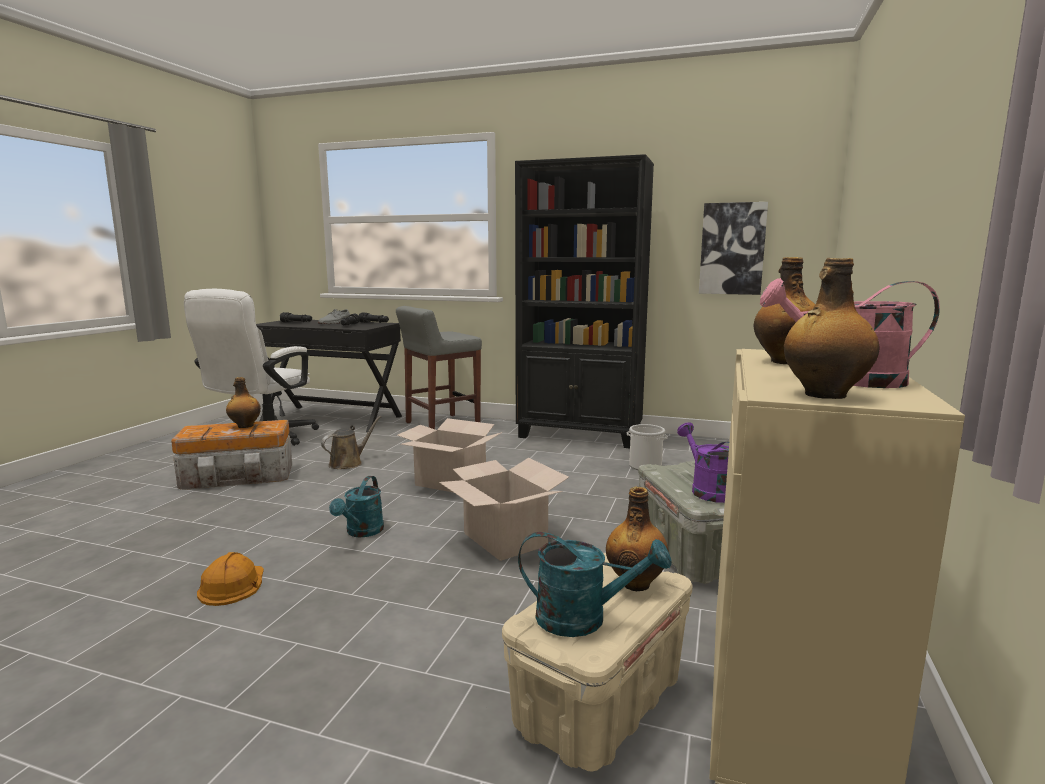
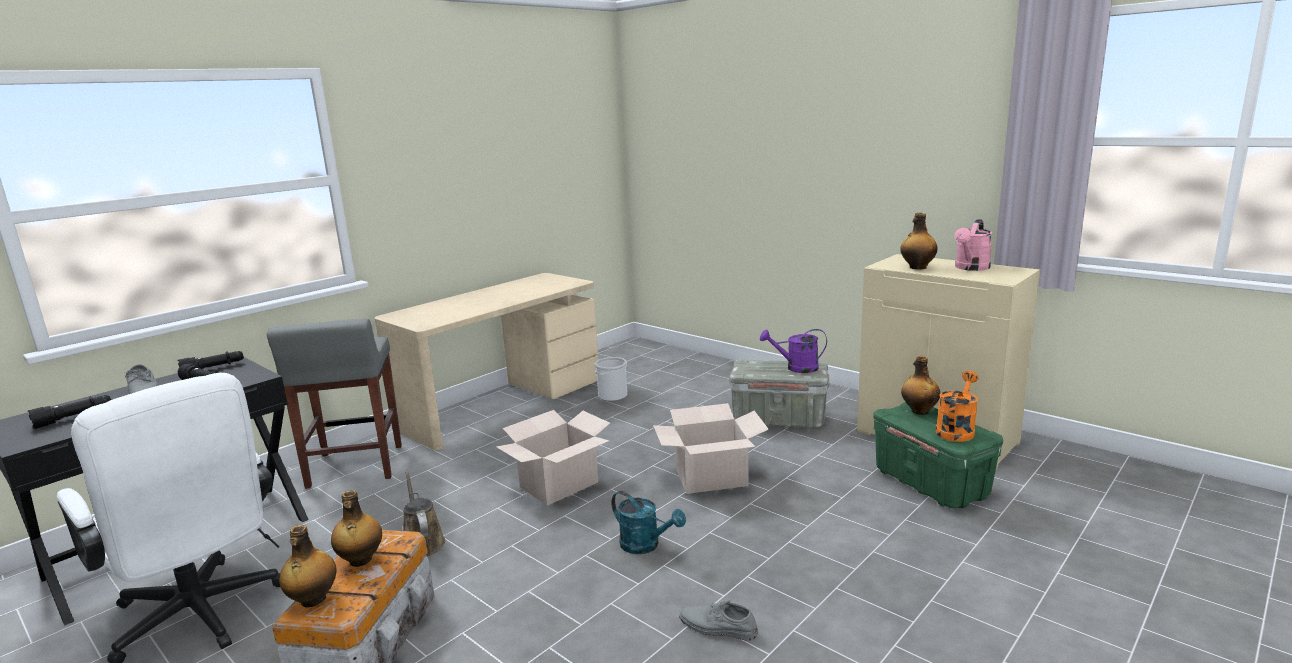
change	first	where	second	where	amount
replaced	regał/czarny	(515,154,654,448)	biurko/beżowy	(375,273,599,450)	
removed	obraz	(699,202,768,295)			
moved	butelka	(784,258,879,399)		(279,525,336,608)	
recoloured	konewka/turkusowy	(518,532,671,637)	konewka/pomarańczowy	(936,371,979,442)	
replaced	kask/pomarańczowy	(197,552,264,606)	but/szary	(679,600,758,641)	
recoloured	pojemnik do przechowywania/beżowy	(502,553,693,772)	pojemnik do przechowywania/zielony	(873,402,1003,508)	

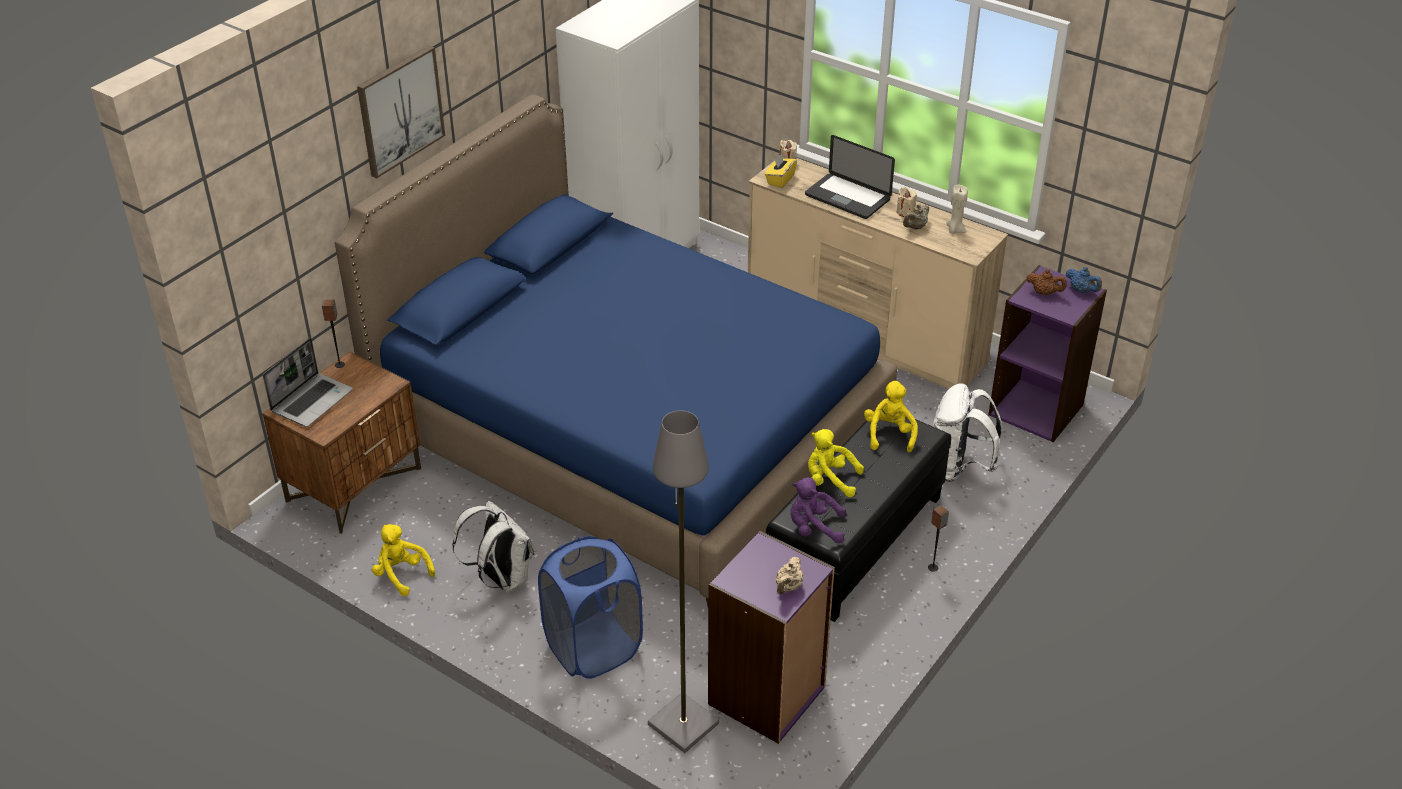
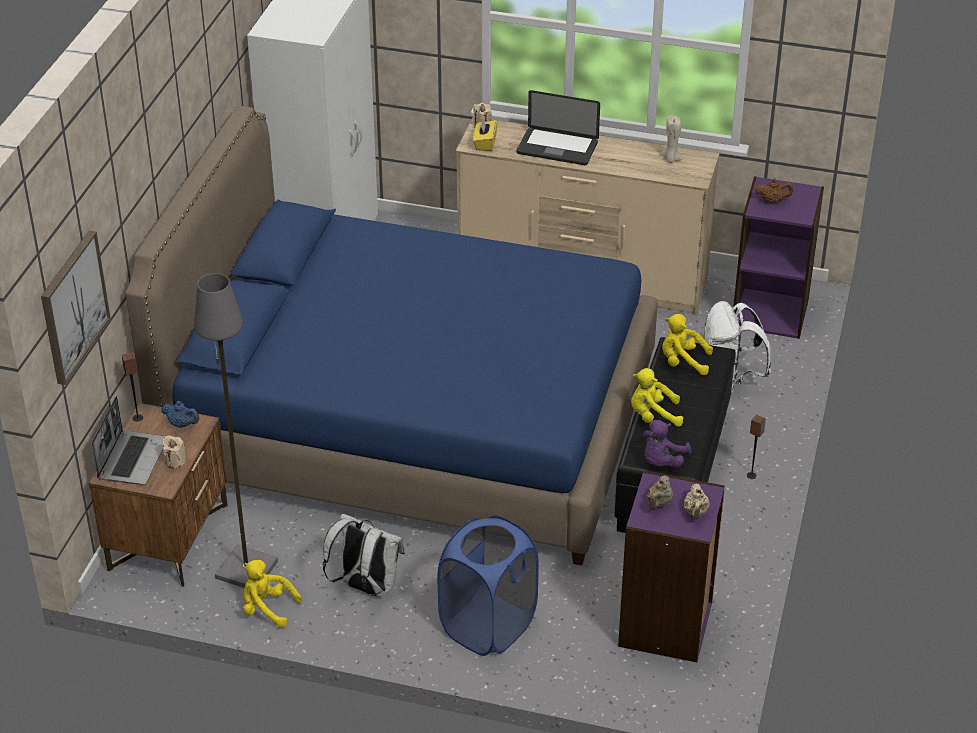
change	first	where	second	where	amount
moved	obraz	(357,46,445,178)		(41,230,110,385)	
moved	świeca/beżowy	(896,187,917,217)		(162,435,186,468)	
moved	imbryk/beżowy	(903,204,929,229)		(647,475,673,509)	
moved	imbryk/niebieski	(1066,267,1102,293)		(161,401,199,428)	
turned	pluszak/żółty	(864,381,918,452)		(662,314,713,375)	60 degrees counterclockwise
moved	lampa stojąca/szary	(648,410,719,753)		(194,273,278,588)	
turned	pluszak/fioletowy	(790,477,846,544)		(643,420,692,467)	45 degrees counterclockwise

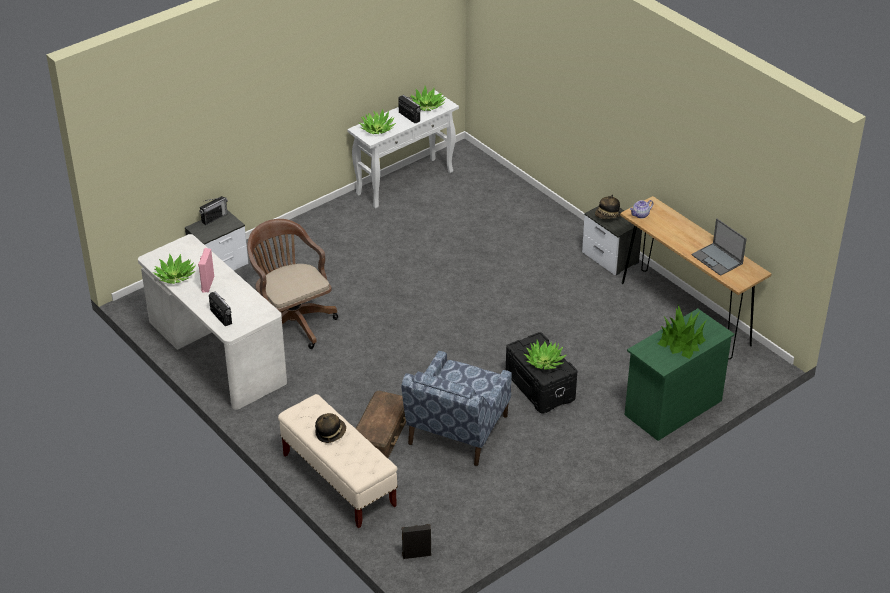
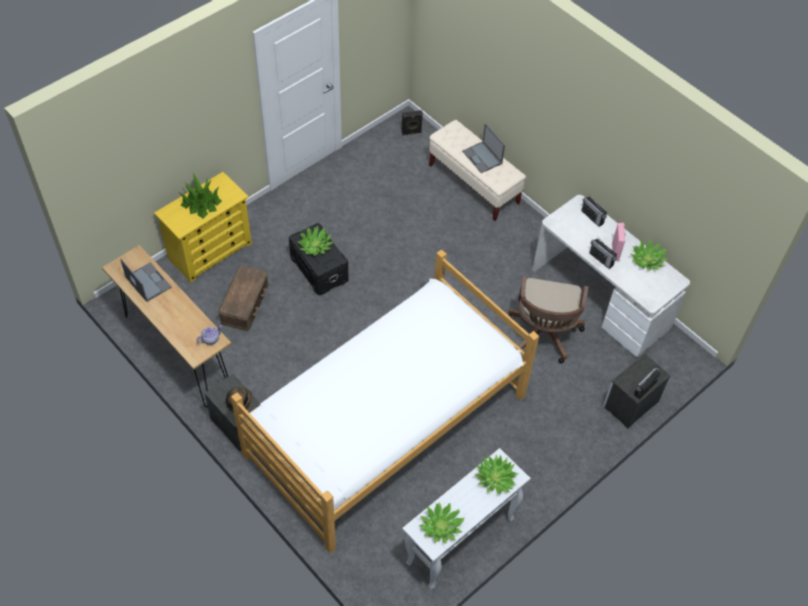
change	first	where	second	where	amount
moved	radio	(398,95,421,123)		(589,238,617,269)	
turned	krzesło biurowe/brązowy	(247,219,338,349)		(508,276,588,363)	45 degrees clockwise
recoloured	komoda/zielony	(625,308,734,441)	komoda/żółty	(154,172,252,282)	
removed	fotel/niebieski	(401,351,512,466)			
moved	pojemnik do przechowywania/brązowy	(356,391,406,458)		(218,266,269,331)	
replaced	kapelusz	(315,413,346,443)	laptop	(462,124,505,173)	
added			łóżko	(231,249,539,553)	

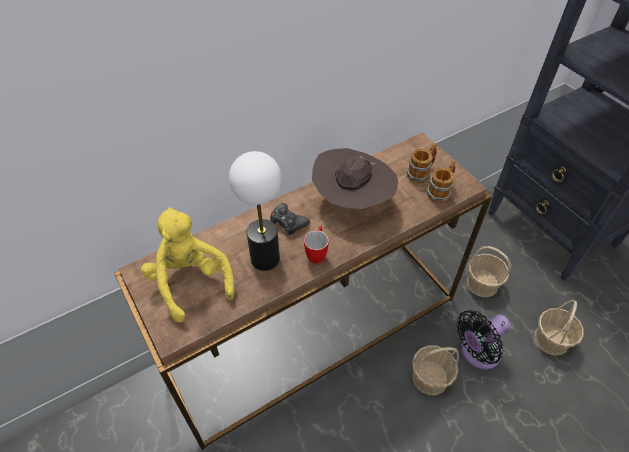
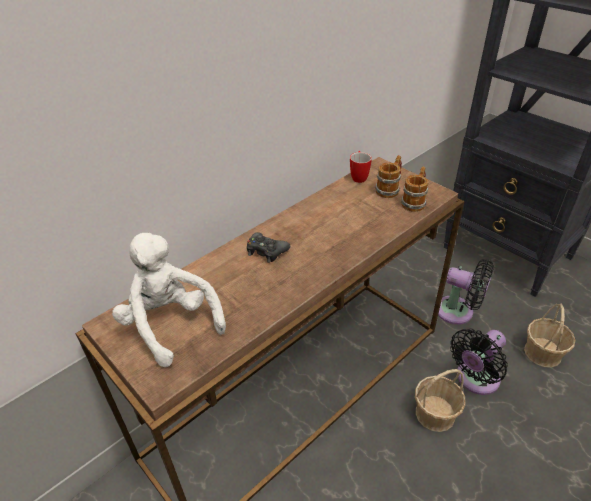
change	first	where	second	where	amount
removed	kapelusz/brązowy	(312,148,398,209)			
removed	lampa stołowa	(229,151,282,271)			
recoloured	pluszak/żółty	(141,207,235,322)	pluszak/biały	(112,233,226,367)	
moved	kubek	(304,226,329,264)		(350,151,372,183)	
replaced	koszyk	(467,246,512,297)	wentylator/czarny	(438,259,494,324)	

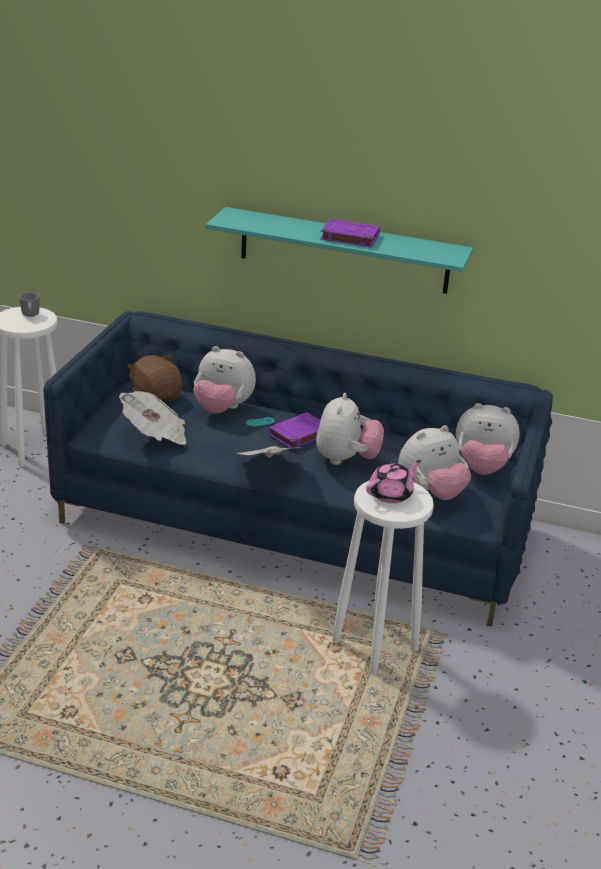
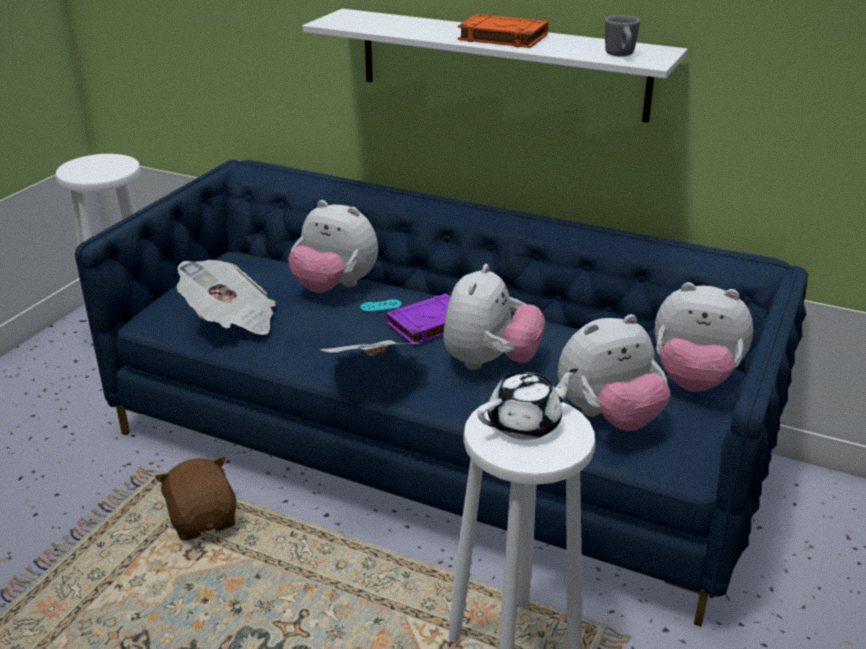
change	first	where	second	where	amount
recoloured	półka/turkusowy	(206,207,473,294)	półka/biały	(302,9,688,122)	
recoloured	książka/fioletowy	(320,219,380,247)	książka/pomarańczowy	(457,14,548,48)	
moved	kubek/szary	(19,292,40,317)		(605,15,640,56)	
moved	pluszak/brązowy	(127,355,183,401)		(155,456,237,540)	
recoloured	imbryk/różowy	(366,460,421,503)	imbryk/biały	(478,369,578,440)	

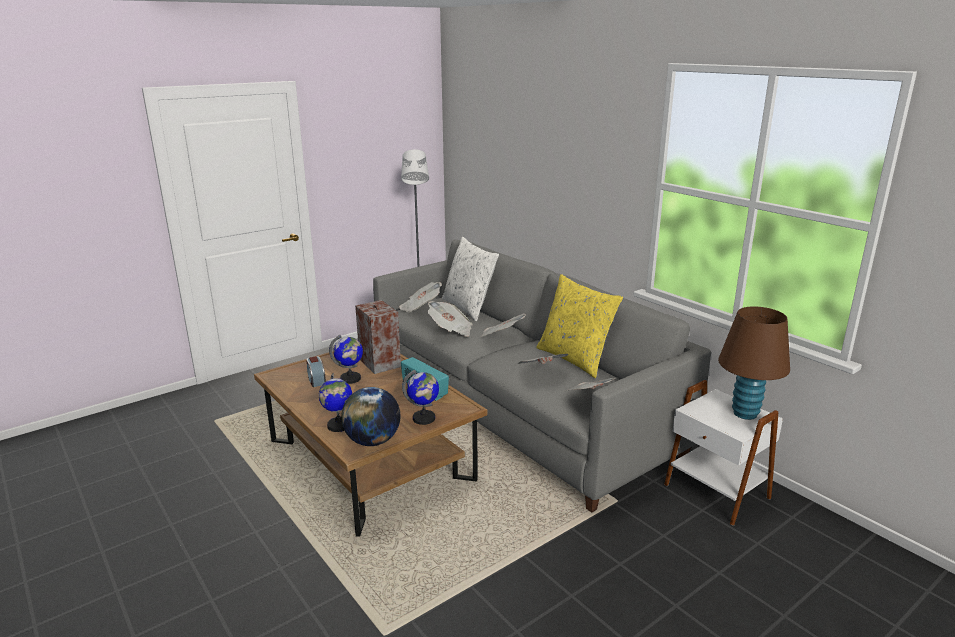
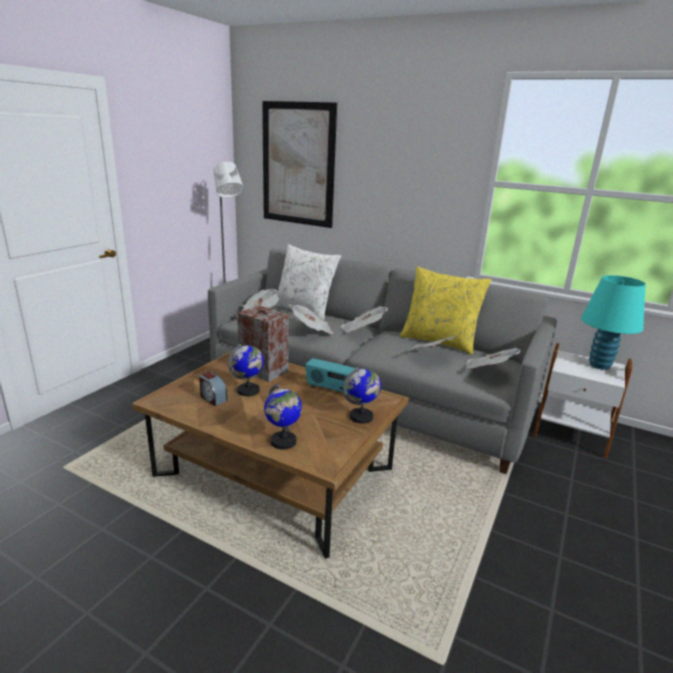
change	first	where	second	where	amount
recoloured	lampa stołowa/brązowy	(718,306,790,420)	lampa stołowa/turkusowy	(581,275,646,370)	
removed	globus	(341,387,400,446)			
added			obraz	(262,101,337,228)	

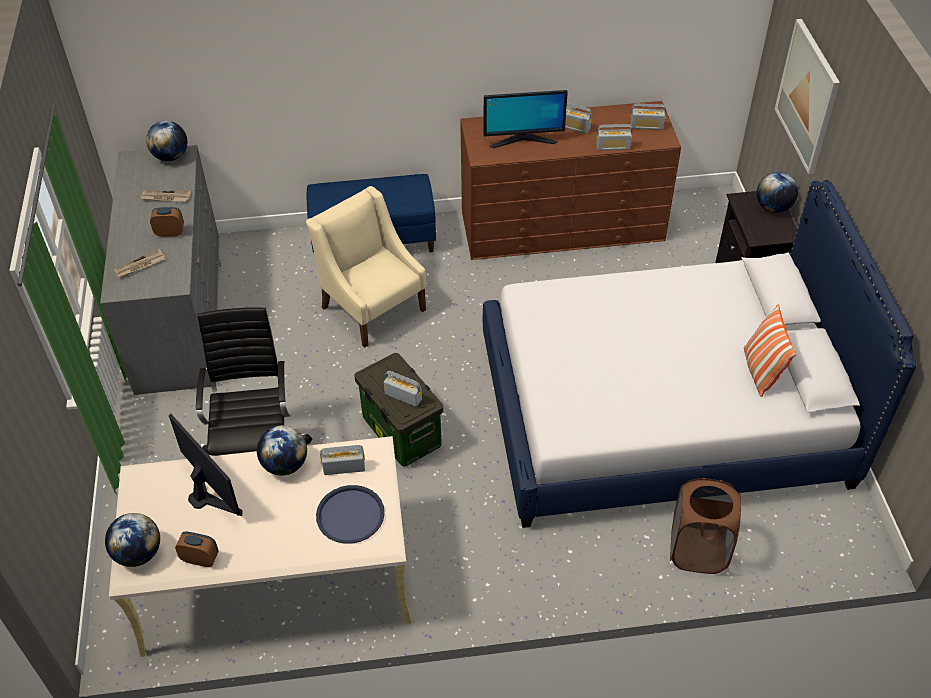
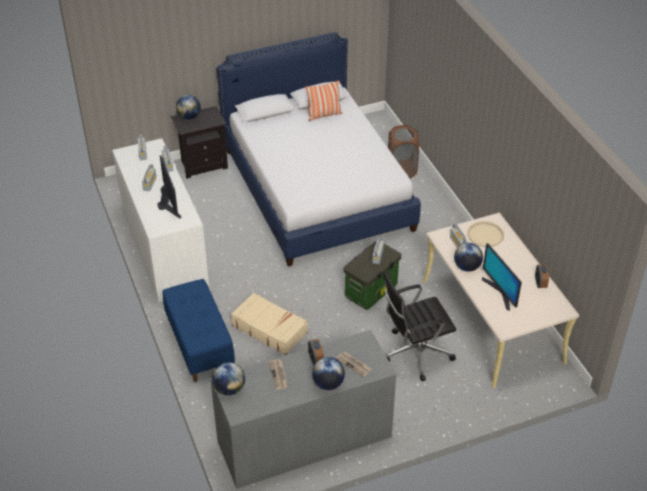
change	first	where	second	where	amount
removed	obraz	(775,19,840,174)			
recoloured	komoda/brązowy	(460,101,681,260)	komoda/biały	(112,138,210,302)	
replaced	fotel/beżowy	(306,186,426,348)	walizka/beżowy	(231,292,307,355)	
turned	monitor	(169,414,243,516)		(482,243,522,311)	60 degrees counterclockwise
recoloured	taca/niebieski	(316,485,385,544)	taca/beżowy	(467,221,504,247)	
moved	globus	(105,513,160,567)		(312,357,345,390)	

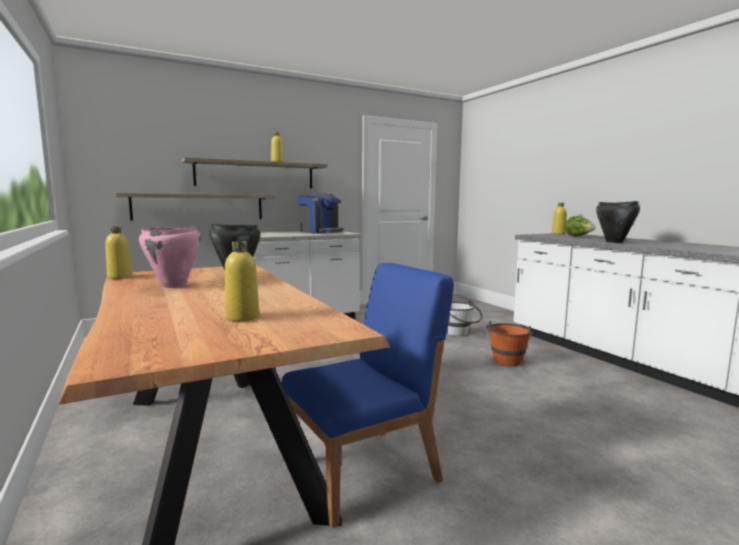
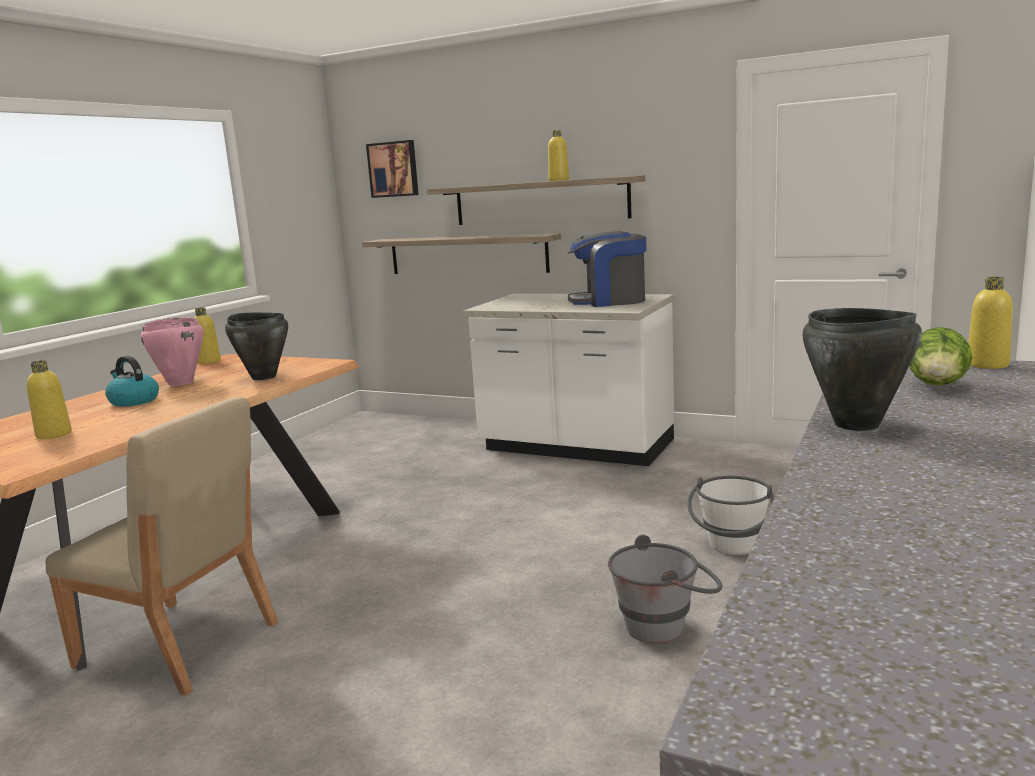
change	first	where	second	where	amount
turned	ekspres do kawy	(298,193,344,234)		(567,231,647,307)	90 degrees clockwise
recoloured	krzesło/niebieski	(282,263,454,529)	krzesło/beżowy	(46,397,278,696)	
recoloured	wiadro/pomarańczowy	(487,321,535,367)	wiadro/szary	(608,535,722,643)	
added			obraz	(366,140,419,198)	
added			czajnik	(105,356,159,407)	

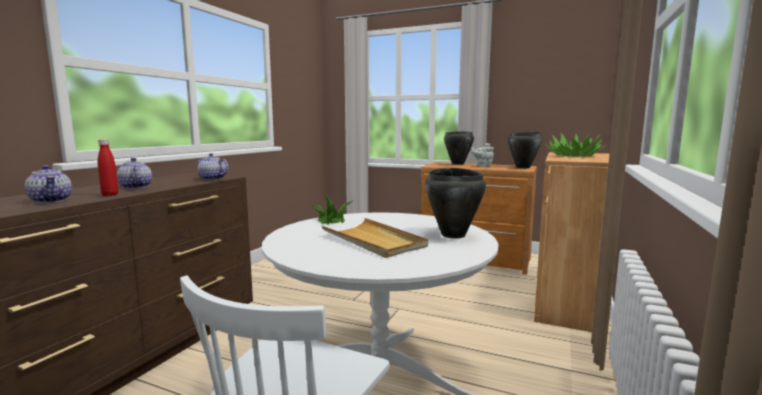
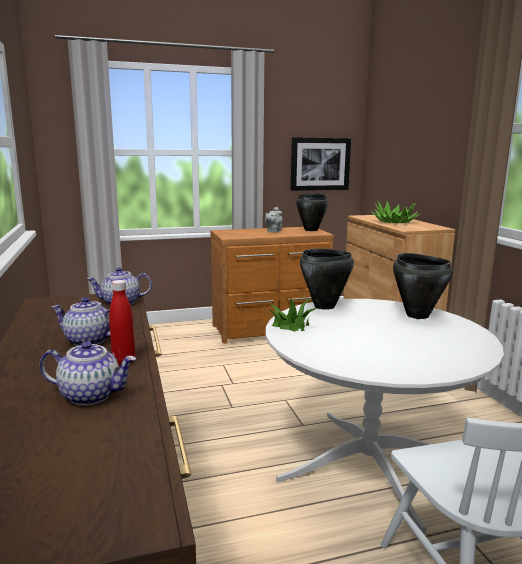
change	first	where	second	where	amount
moved	garnek/czarny	(444,131,474,165)		(300,249,354,310)	
removed	taca/beżowy	(322,218,428,258)			
added			obraz	(291,137,351,191)	

